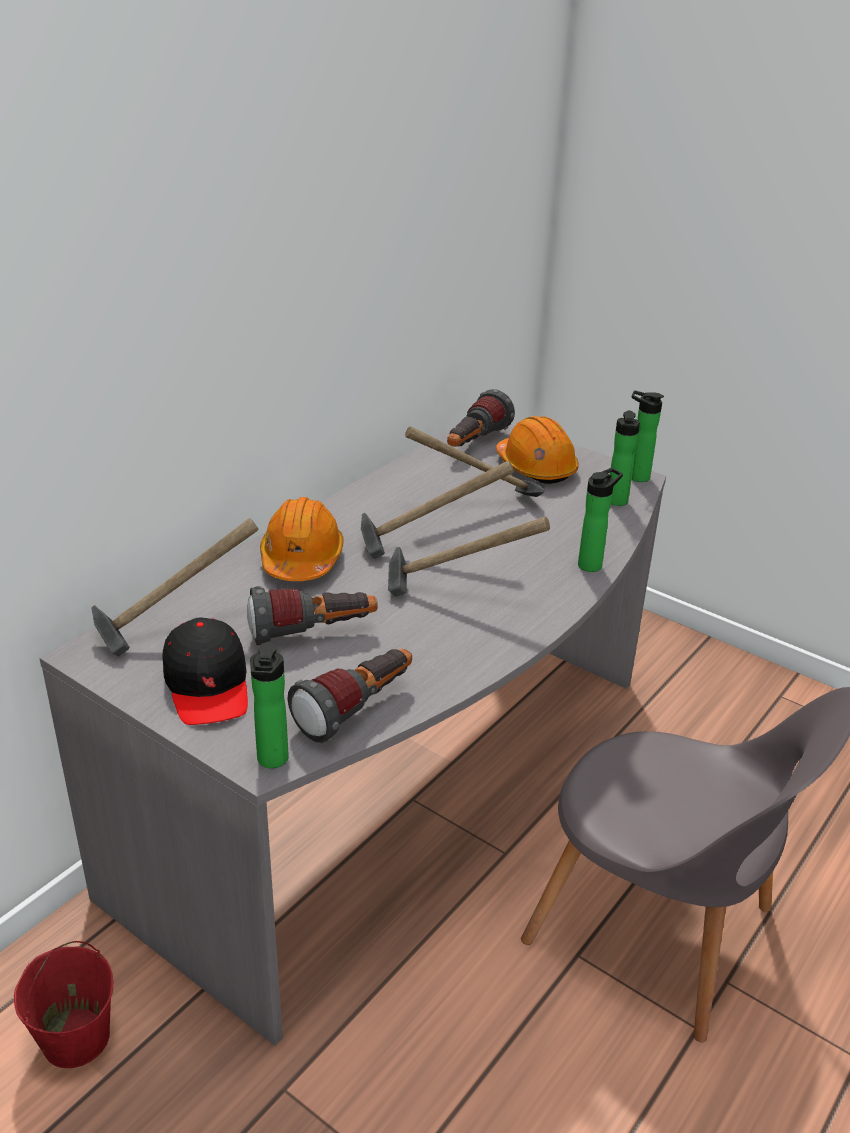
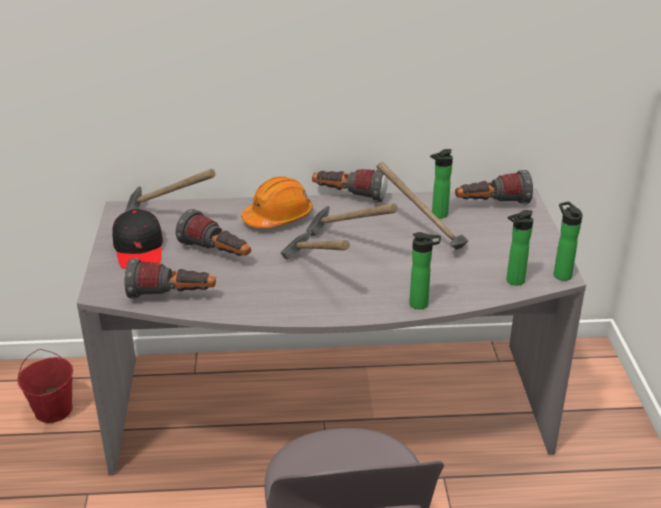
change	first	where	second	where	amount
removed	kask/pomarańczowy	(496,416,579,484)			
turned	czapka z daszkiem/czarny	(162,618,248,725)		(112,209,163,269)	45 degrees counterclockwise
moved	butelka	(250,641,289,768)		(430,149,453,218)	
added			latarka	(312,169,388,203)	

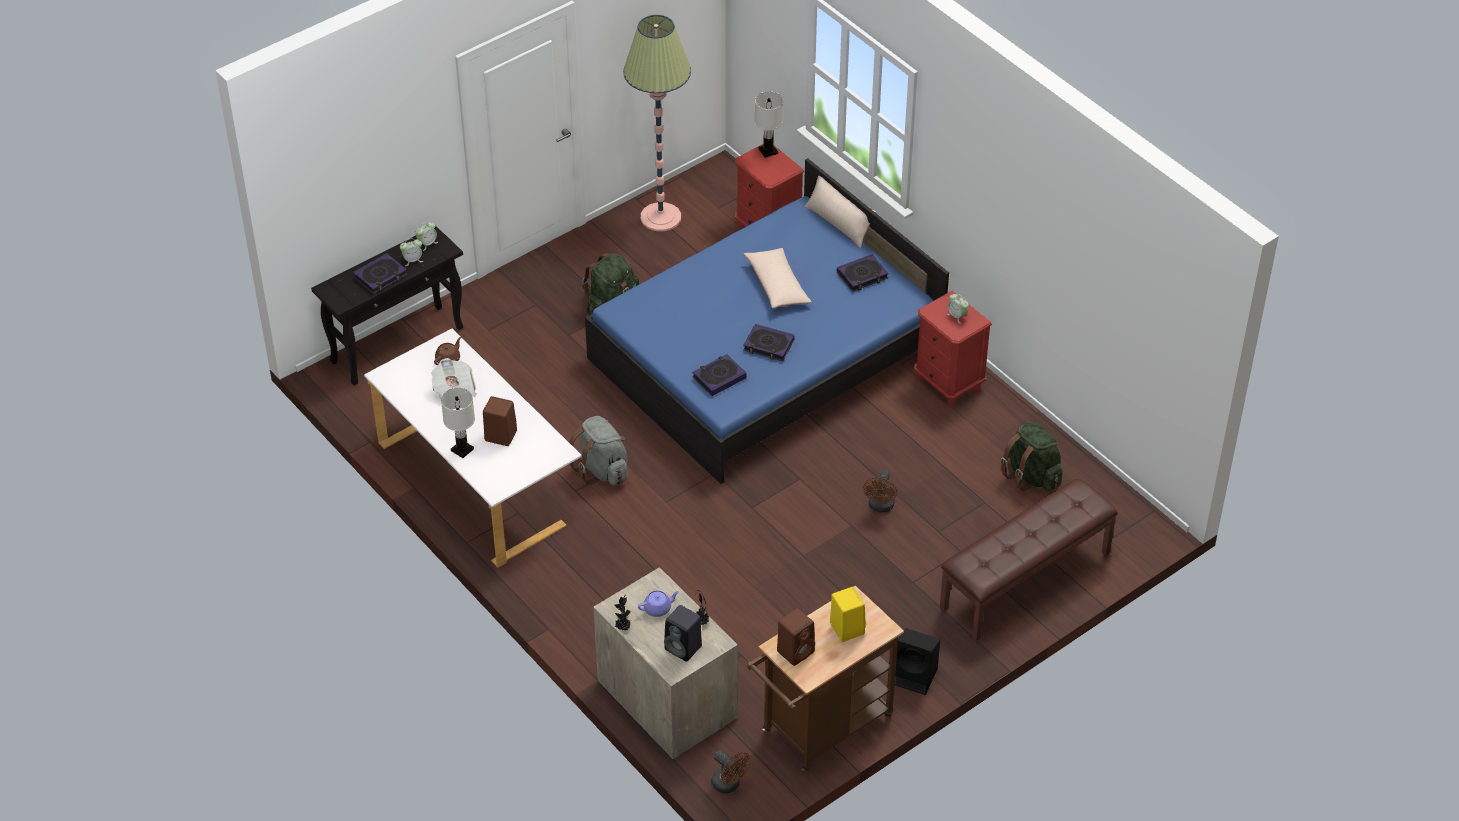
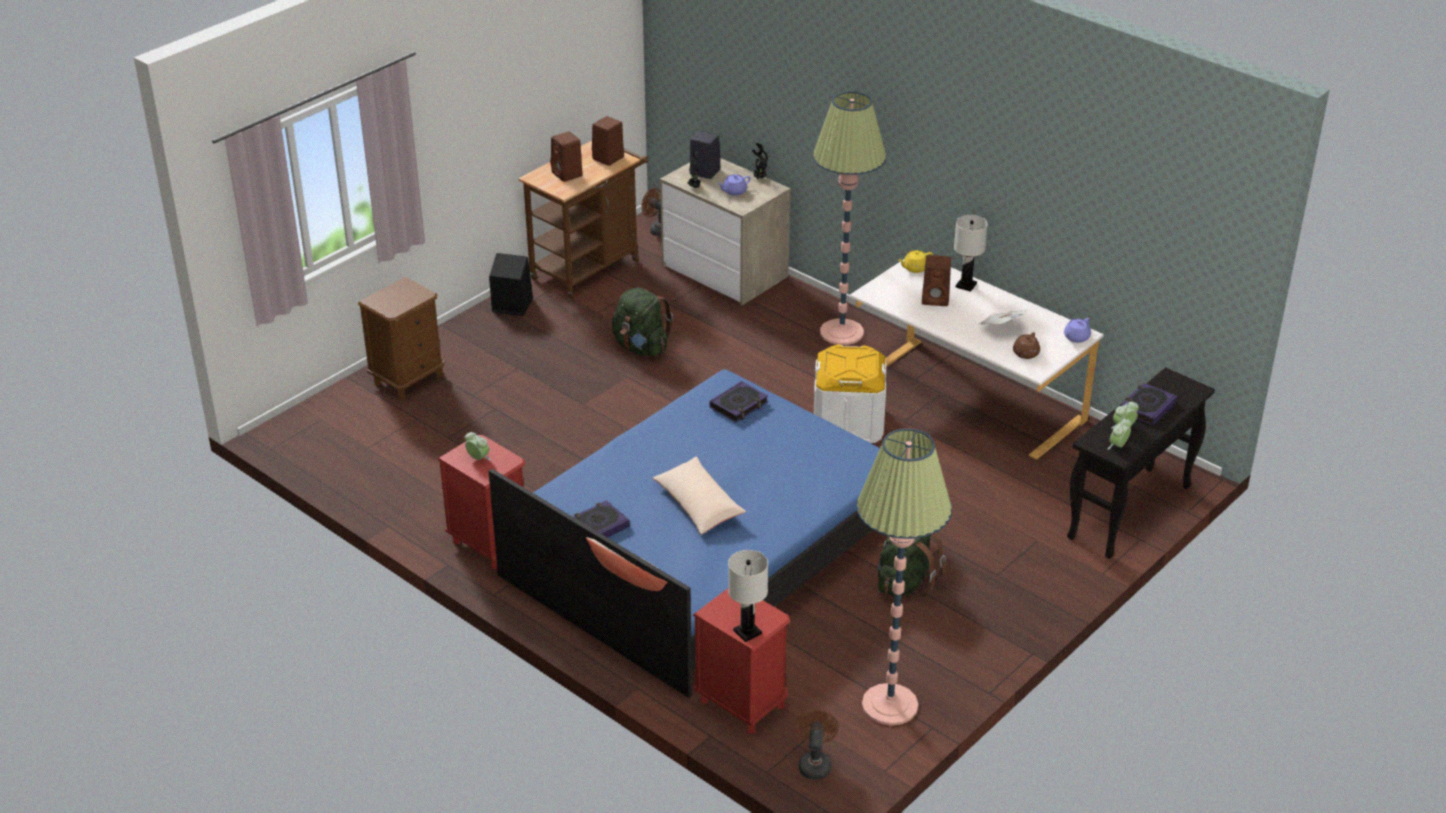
change	first	where	second	where	amount
removed	książka	(743,324,795,361)			
replaced	plecak/szary	(569,416,628,486)	pojemnik do przechowywania/biały	(814,344,886,443)	
moved	plecak/zielony	(1001,422,1062,491)		(612,287,673,356)	
moved	wentylator/brązowy	(863,471,897,513)		(795,709,839,780)	
replaced	ławka/brązowy	(940,478,1118,641)	szafka nocna/brązowy	(358,277,445,400)	
recoloured	głośnik/żółty	(830,587,866,642)	głośnik/brązowy	(550,131,583,182)	
added			lampa stojąca	(813,91,886,345)	
added			imbryk/żółty	(898,250,933,273)	
added			imbryk/fioletowy	(1064,318,1091,343)	

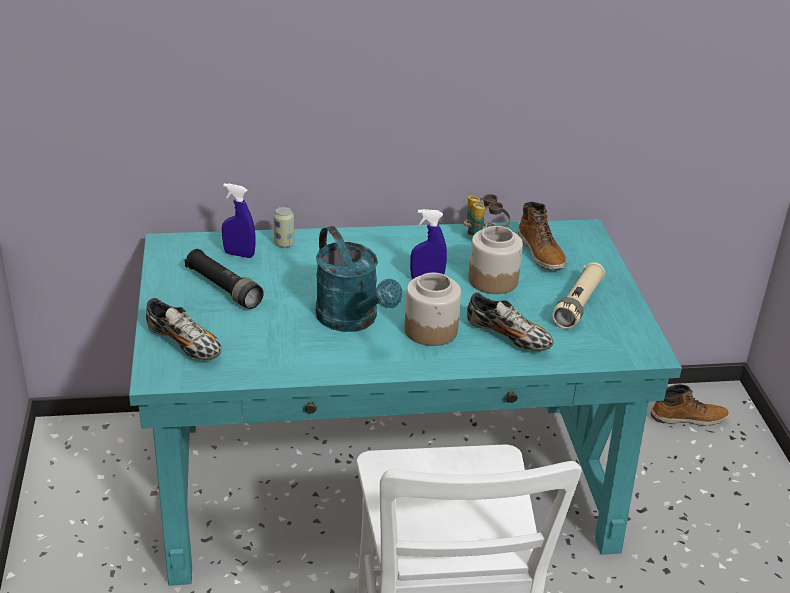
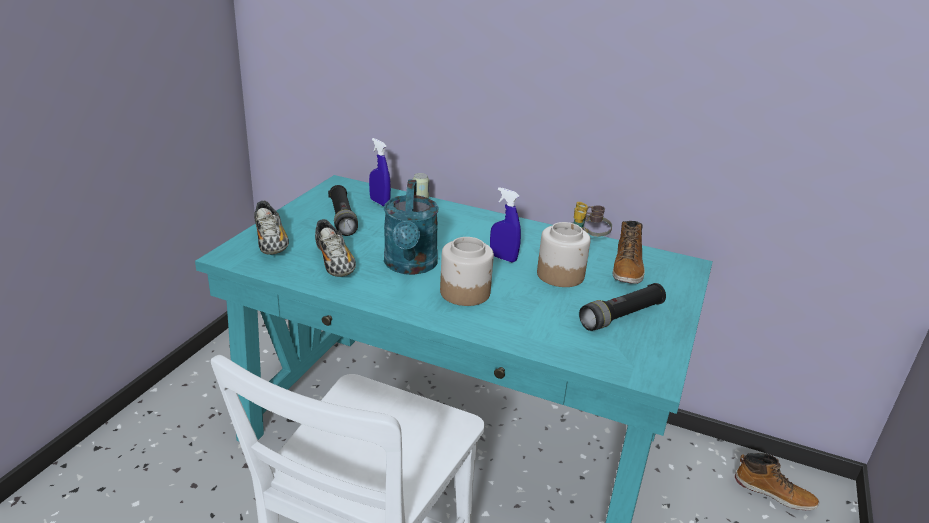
change	first	where	second	where	amount
recoloured	latarka/beżowy	(552,262,605,329)	latarka/czarny	(579,283,666,331)	
moved	but	(467,292,554,351)		(315,219,356,277)	

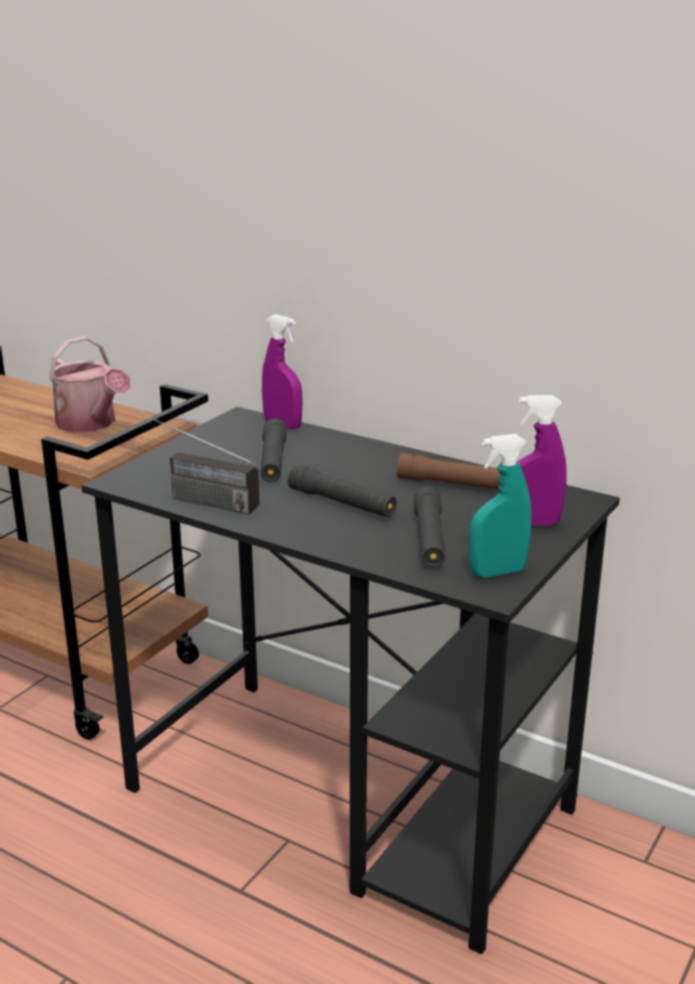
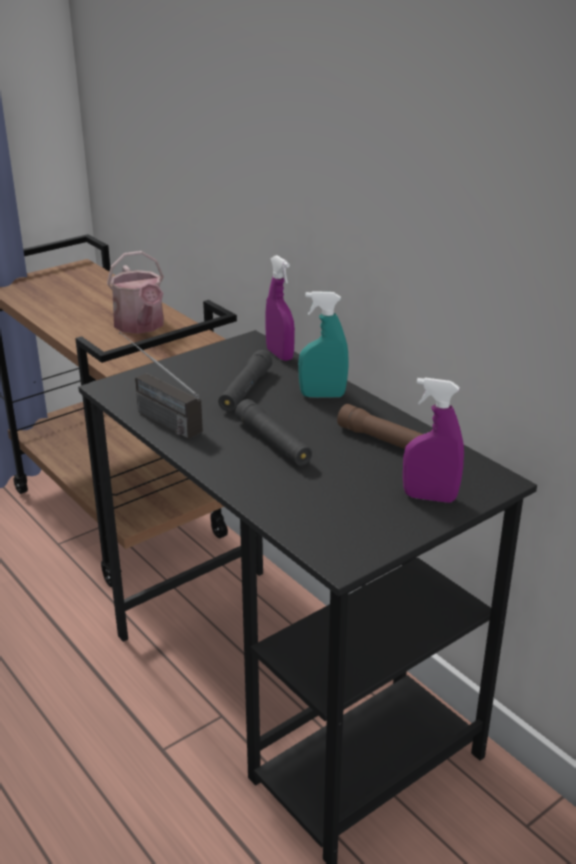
change	first	where	second	where	amount
moved	spryskiwacz/turkusowy	(469,434,532,577)		(298,291,349,398)	
removed	latarka/czarny	(413,487,446,568)			

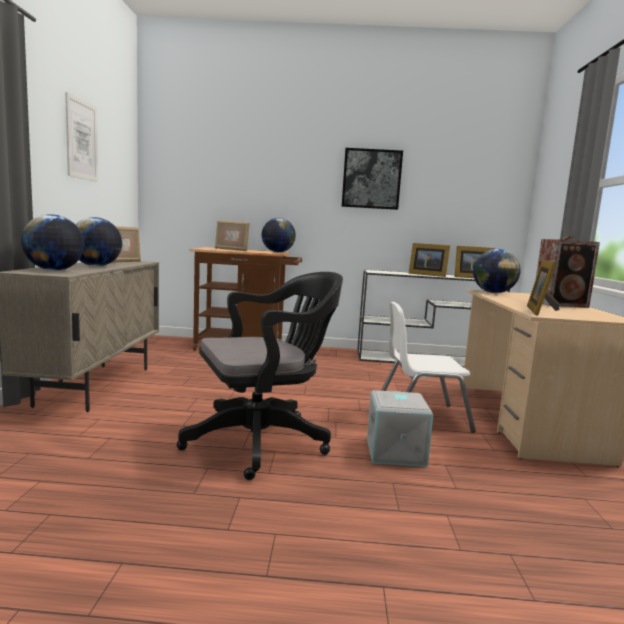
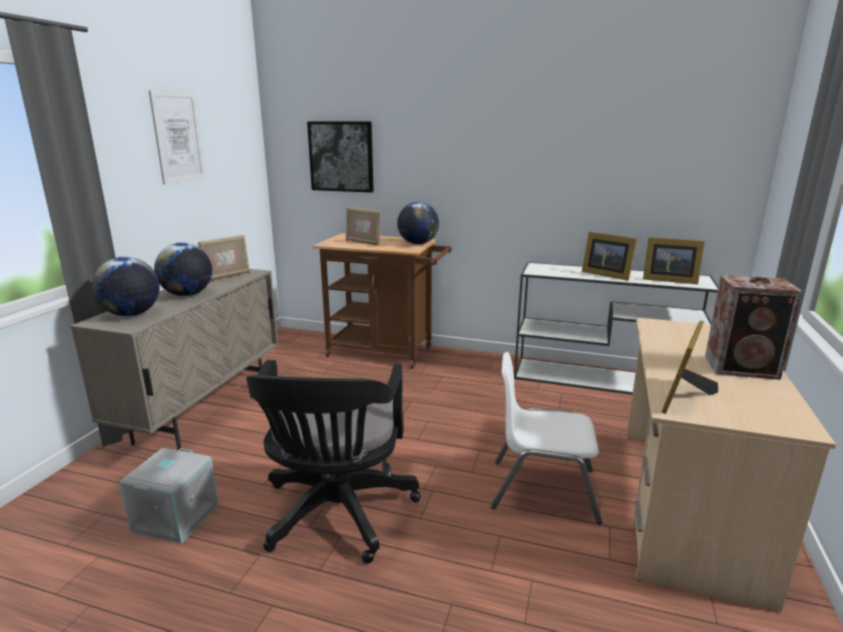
change	first	where	second	where	amount
moved	obraz	(342,148,403,210)		(307,121,374,193)	
removed	globus	(473,249,520,293)			
turned	krzesło biurowe/czarny	(177,272,343,480)		(246,360,421,564)	105 degrees clockwise
moved	pojemnik do przechowywania/szary	(367,390,433,467)		(119,448,219,544)	

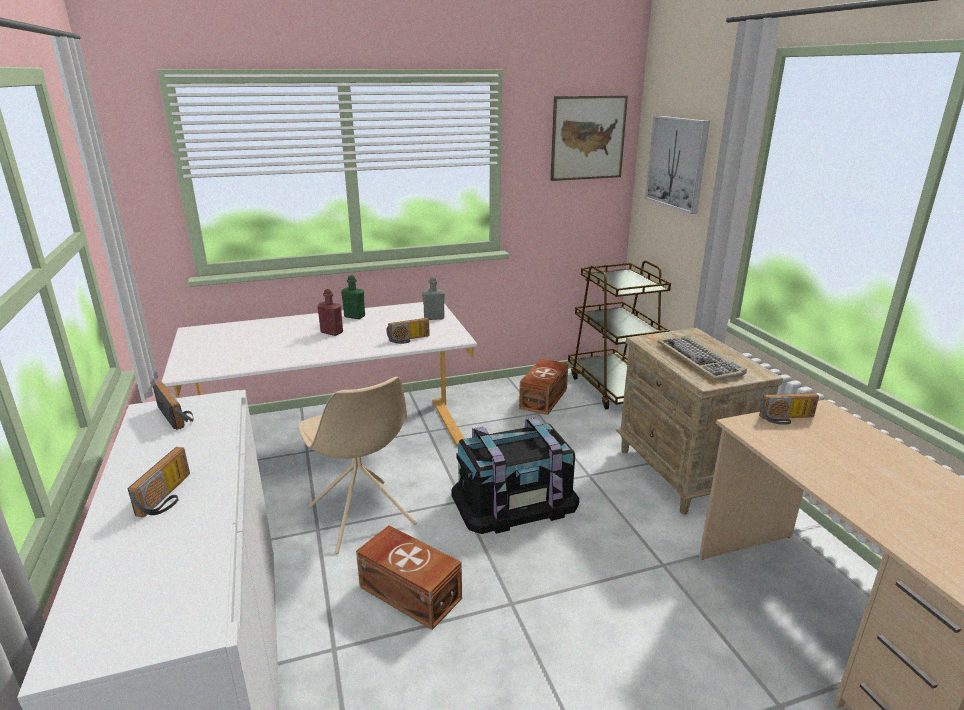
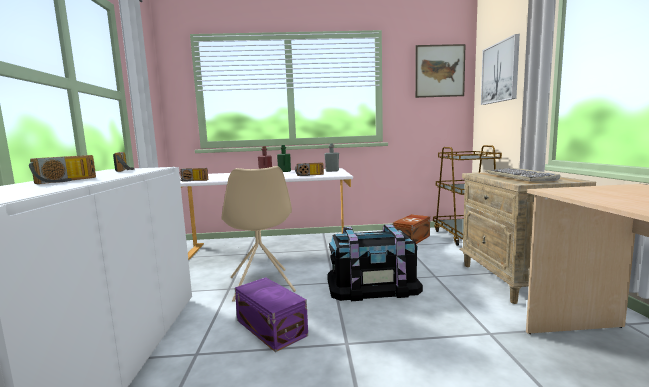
change	first	where	second	where	amount
moved	radio	(759,393,819,425)		(179,168,208,182)	
recoloured	pojemnik do przechowywania/brązowy	(356,525,462,630)	pojemnik do przechowywania/fioletowy	(235,277,308,352)	

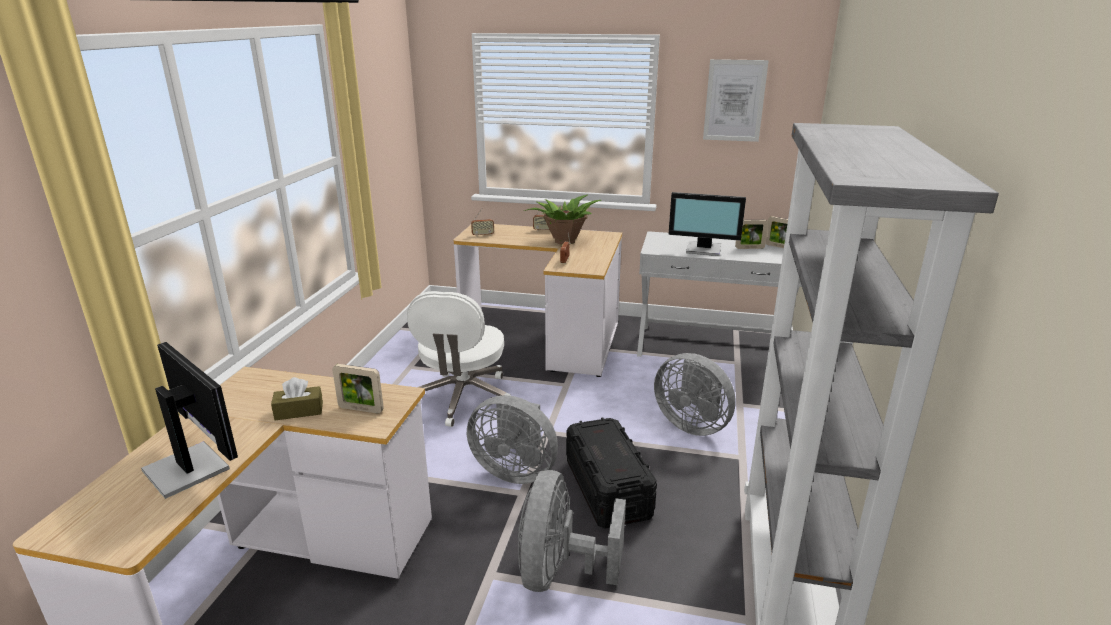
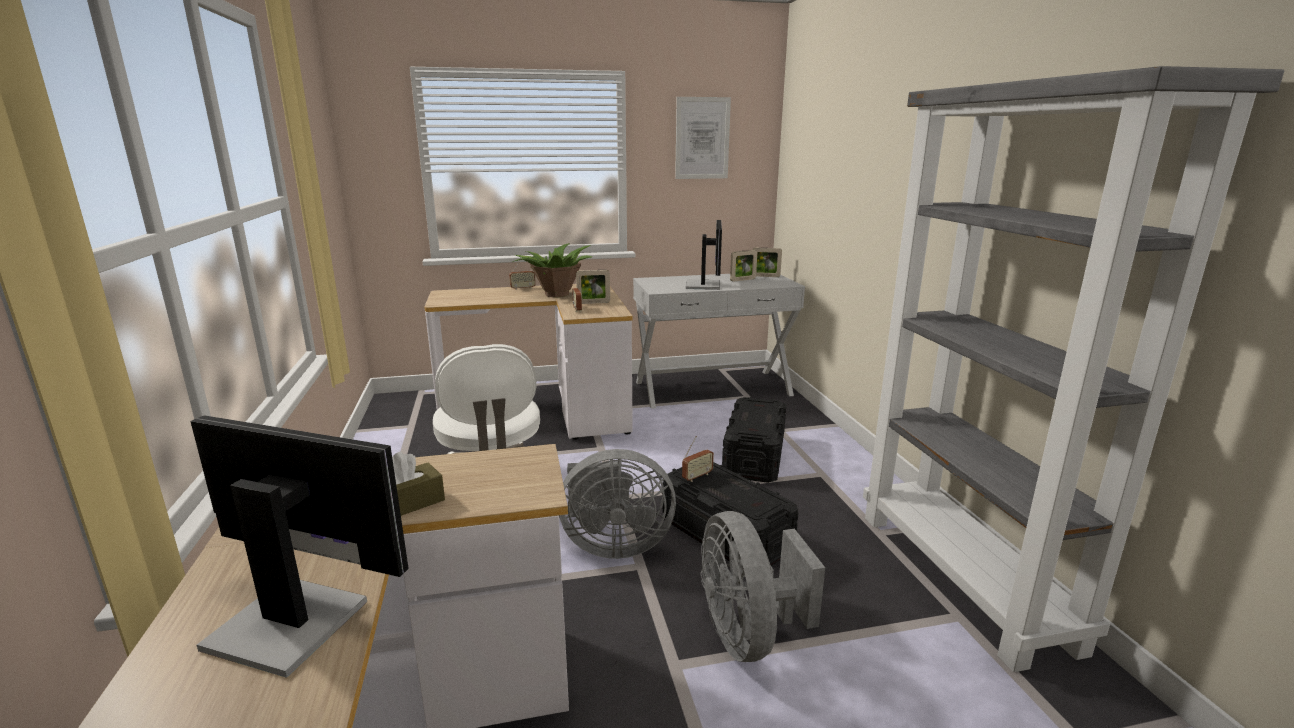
change	first	where	second	where	amount
turned	monitor	(668,192,746,256)		(686,220,722,290)	75 degrees counterclockwise
moved	radio	(471,209,494,237)		(682,436,714,482)	
replaced	wentylator/szary	(654,353,736,436)	pojemnik do przechowywania/czarny	(722,397,786,483)	
moved	ramka na zdjęcie	(332,364,384,414)		(576,270,610,304)	

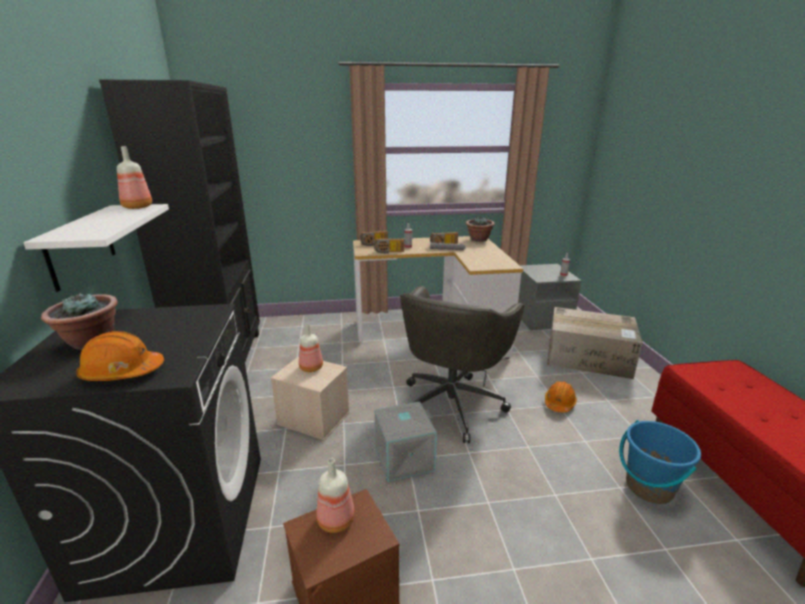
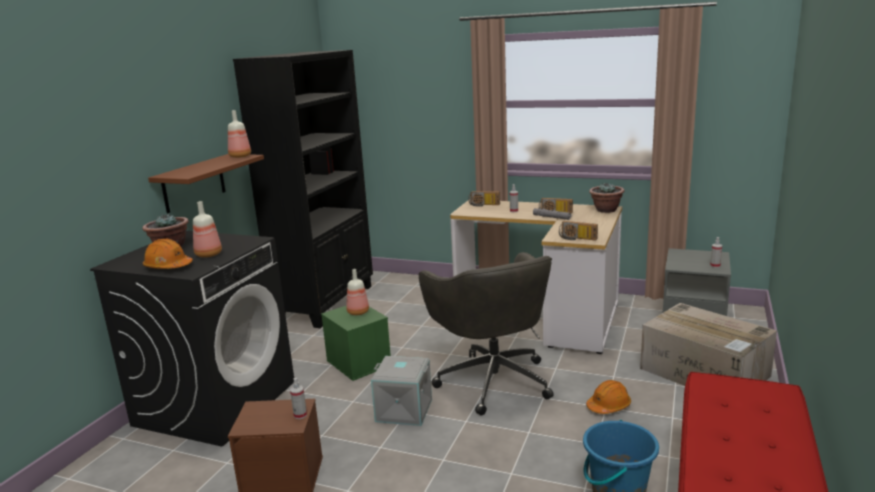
change	first	where	second	where	amount
recoloured	półka/biały	(23,204,169,292)	półka/brązowy	(148,154,264,213)	
moved	radio	(374,239,404,254)		(559,221,598,241)	
turned	krzesło biurowe/szary	(400,286,524,443)		(419,252,554,416)	75 degrees counterclockwise
recoloured	pojemnik do przechowywania/beżowy	(271,356,350,441)	pojemnik do przechowywania/zielony	(321,306,391,381)	
moved	butelka	(316,458,355,533)		(193,201,222,258)	
added			spryskiwacz	(290,378,307,419)	

